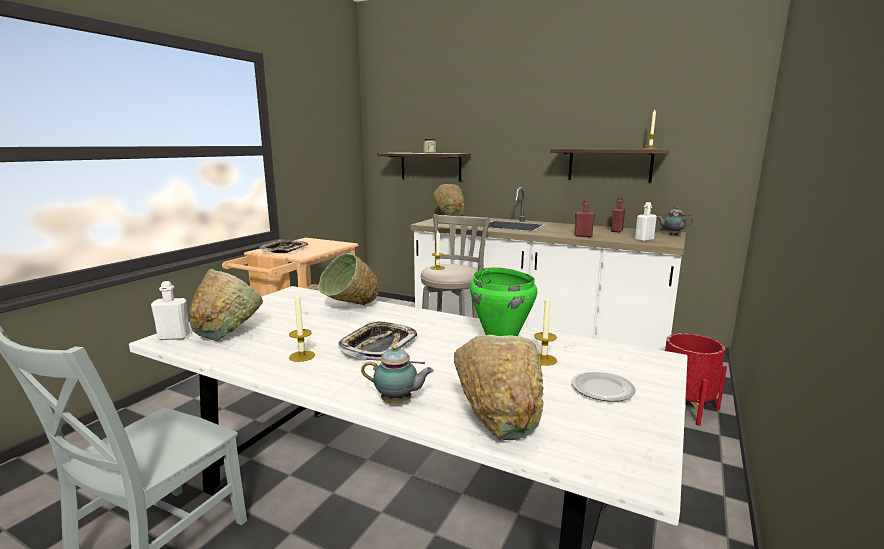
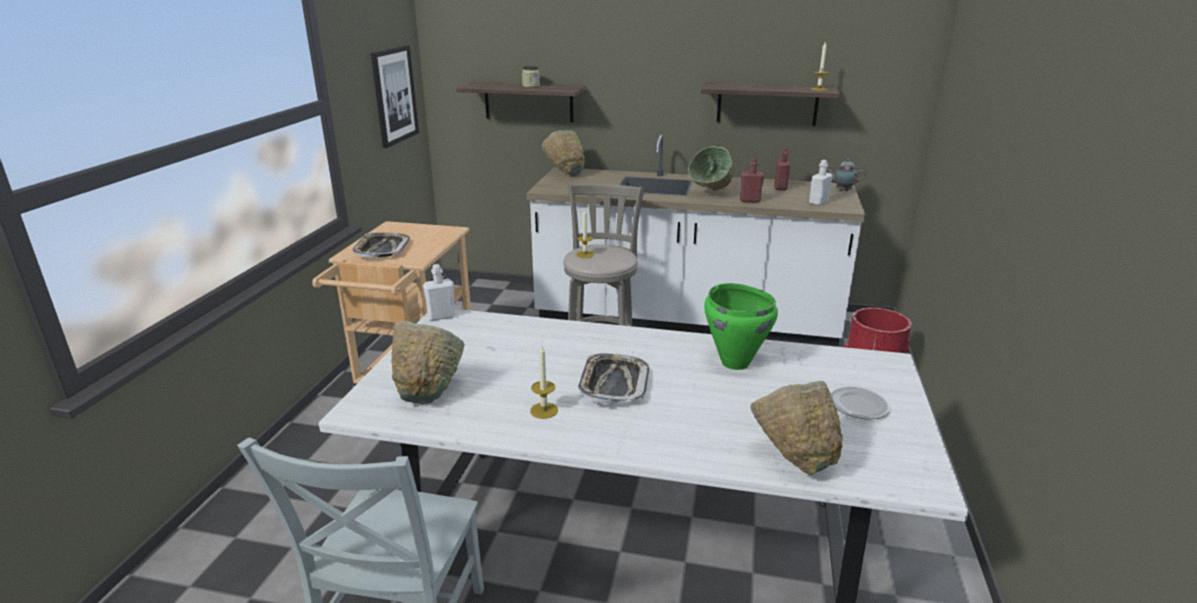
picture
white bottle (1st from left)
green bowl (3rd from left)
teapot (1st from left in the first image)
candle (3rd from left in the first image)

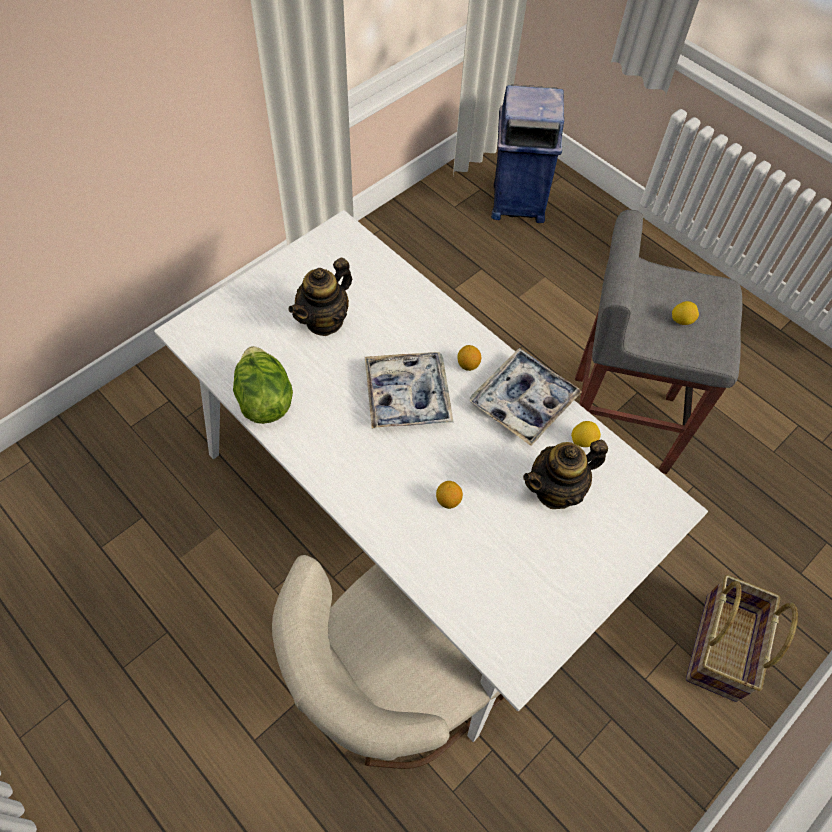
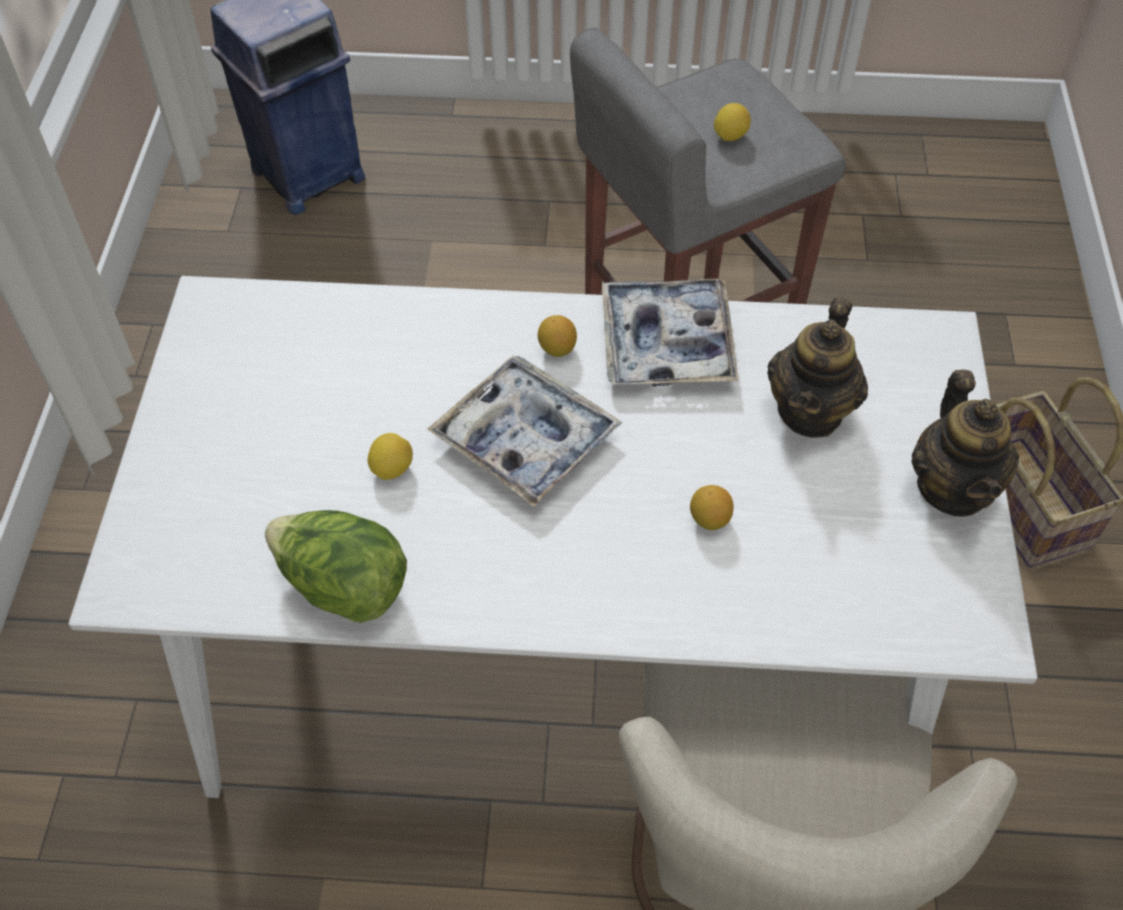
lemon (1st from left)
teapot (2nd from left)

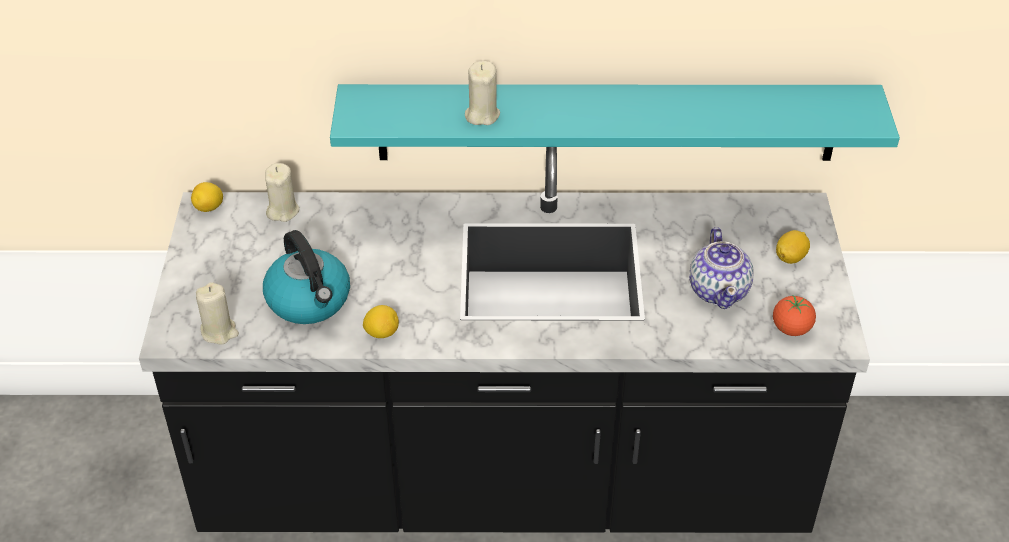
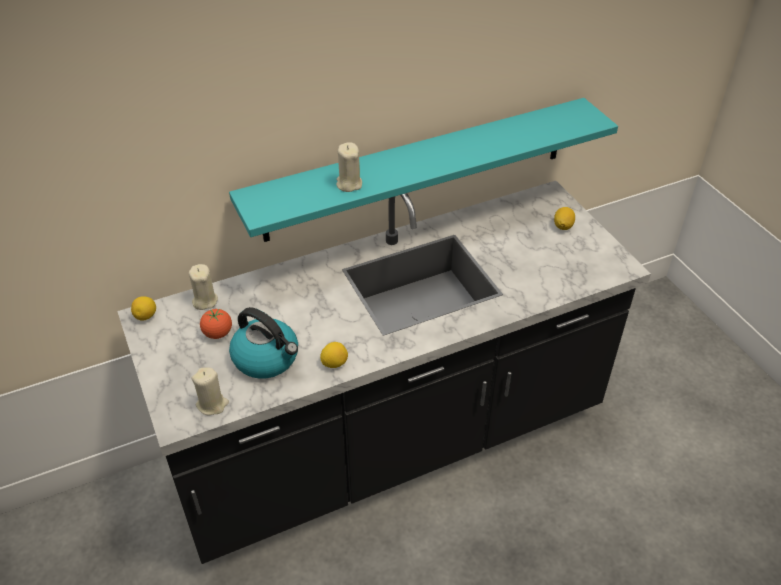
tomato
teapot

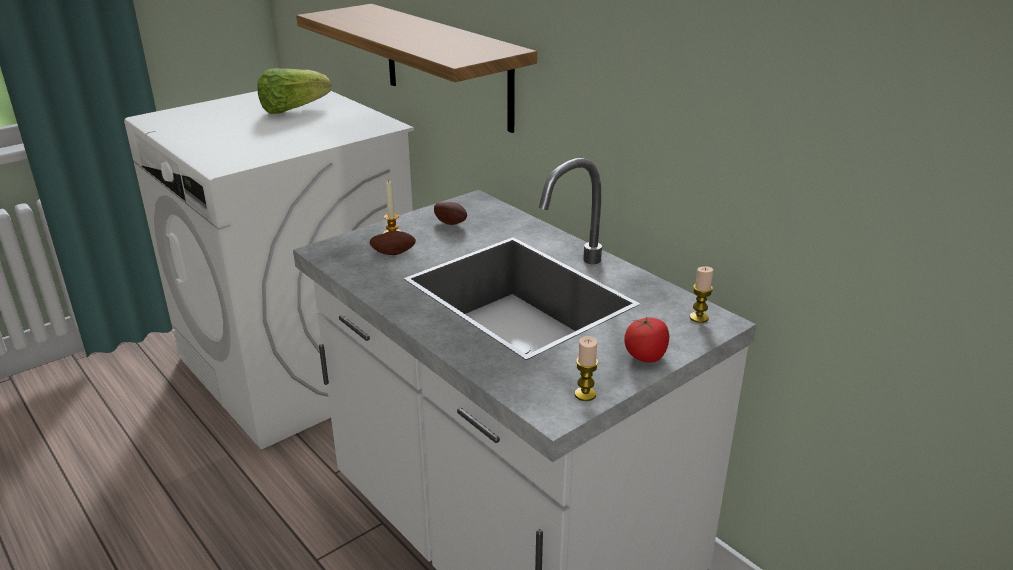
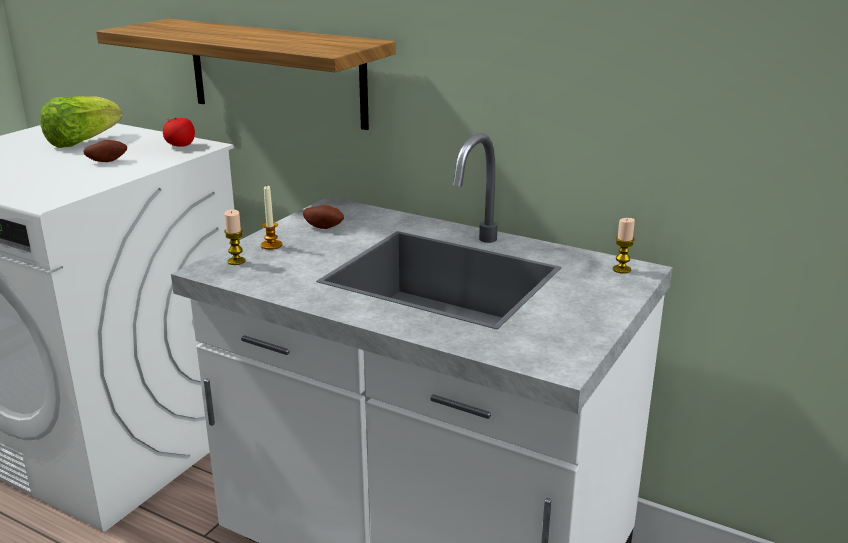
potato (1st from left)
tomato
candle (1st from left)

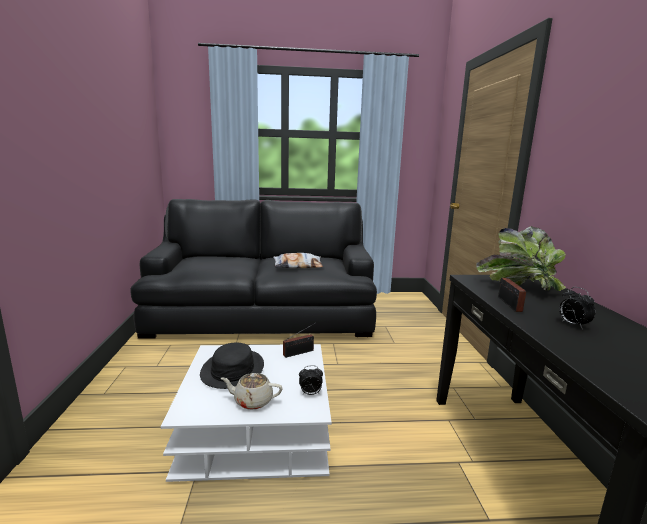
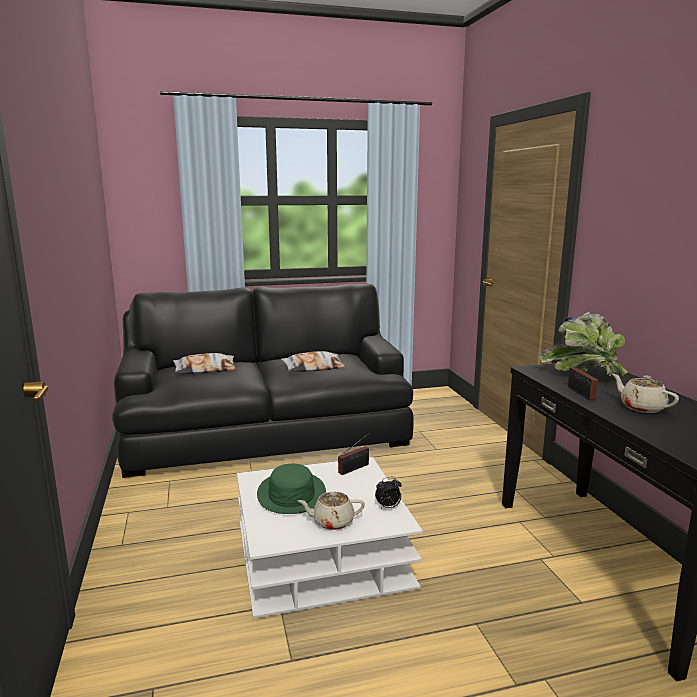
pillow (1st from left)
green hat
beige teapot (2nd from left)

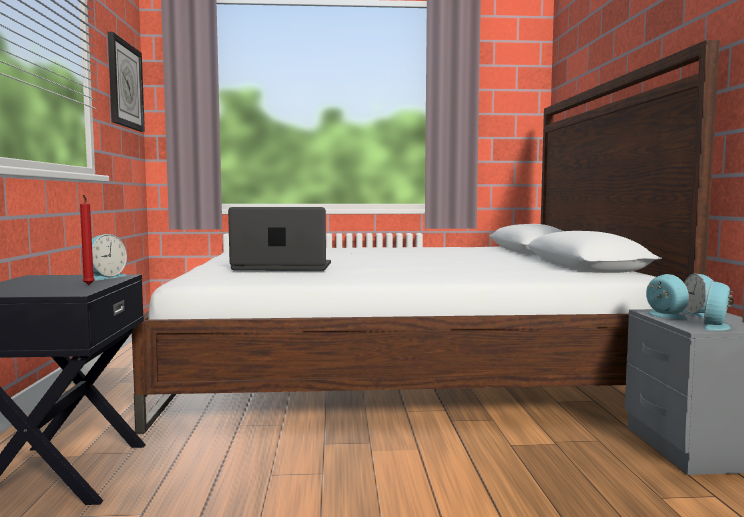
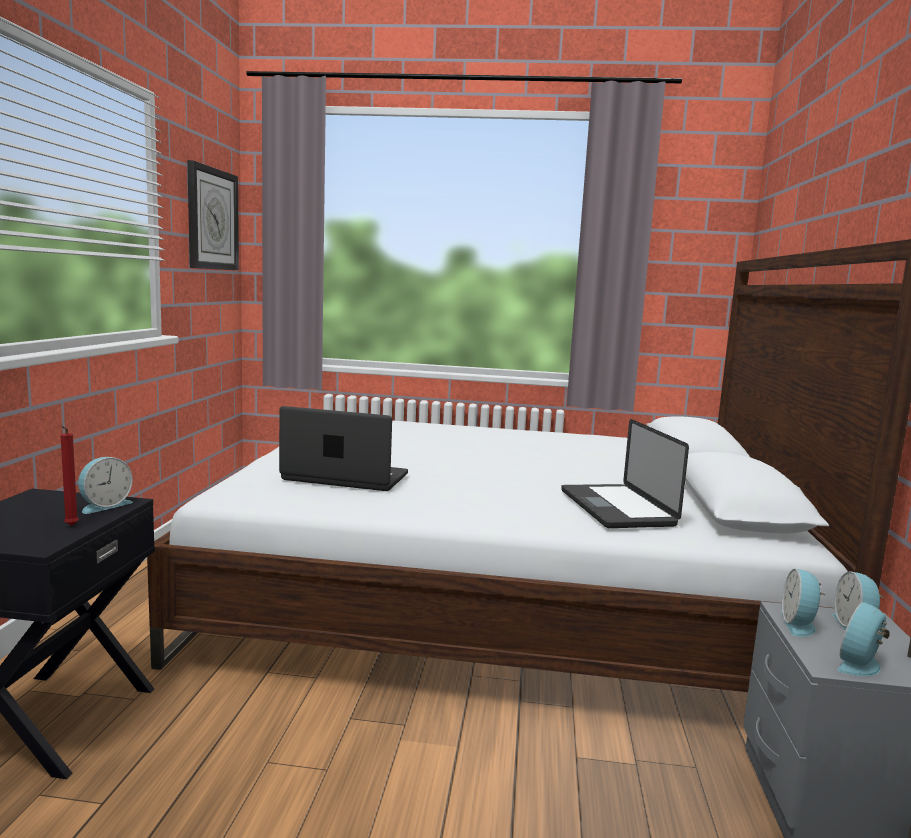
laptop (2nd from left)
alarm clock (2nd from left)

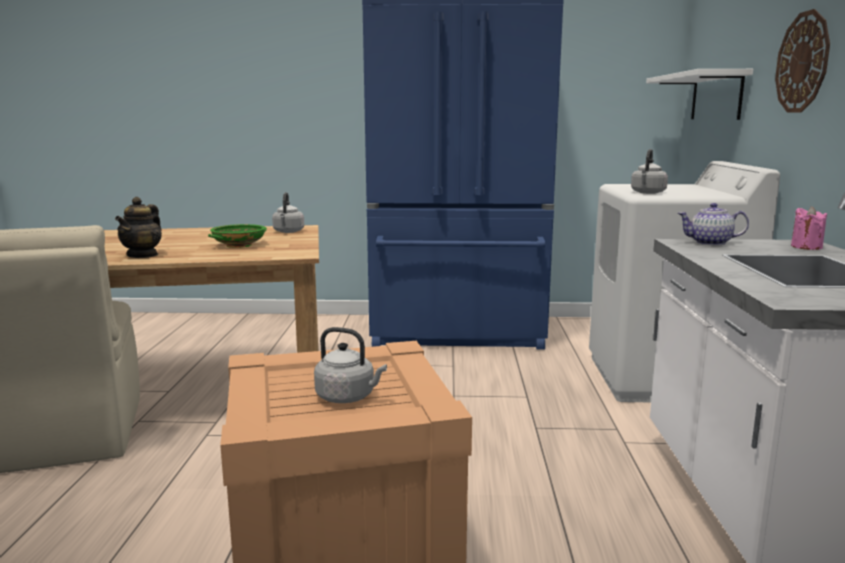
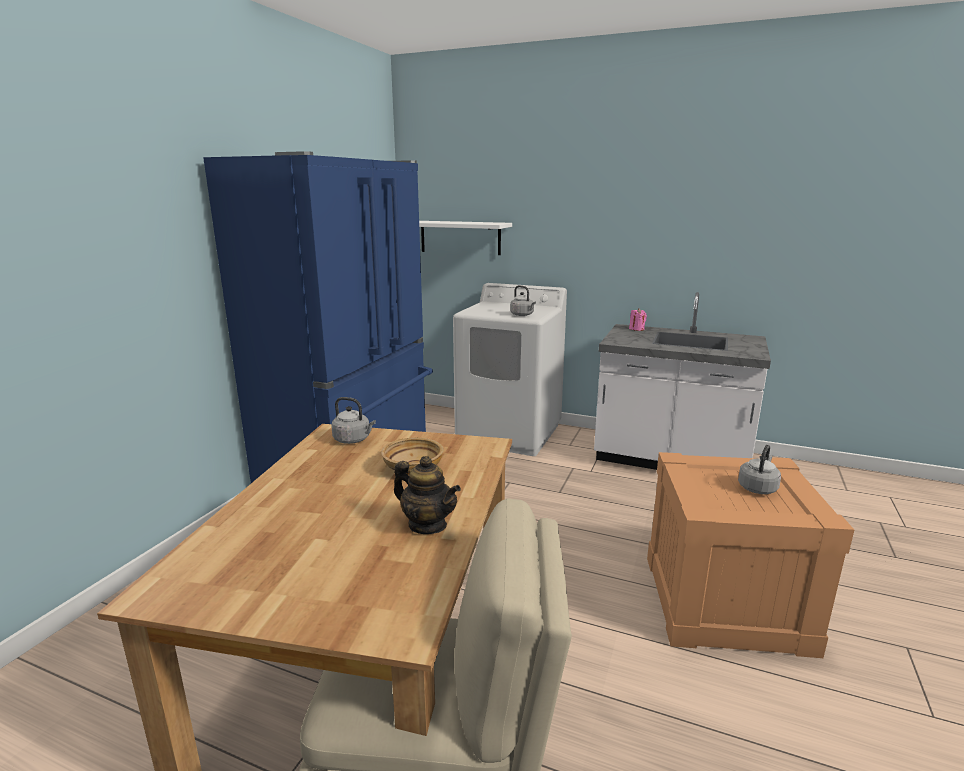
beige bowl
teapot (2nd from left in the first image)
wall clock

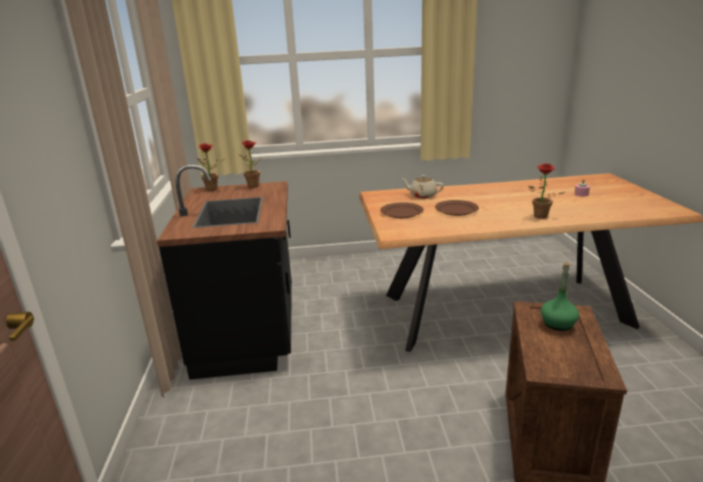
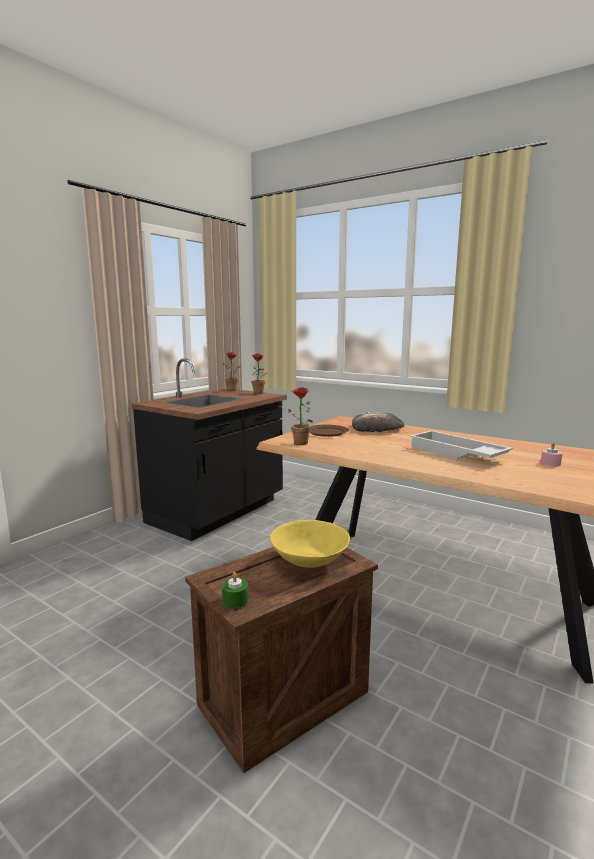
green candle
yellow bowl
potted plant (3rd from left)
bread
white tray
brown plate (2nd from left in the first image)

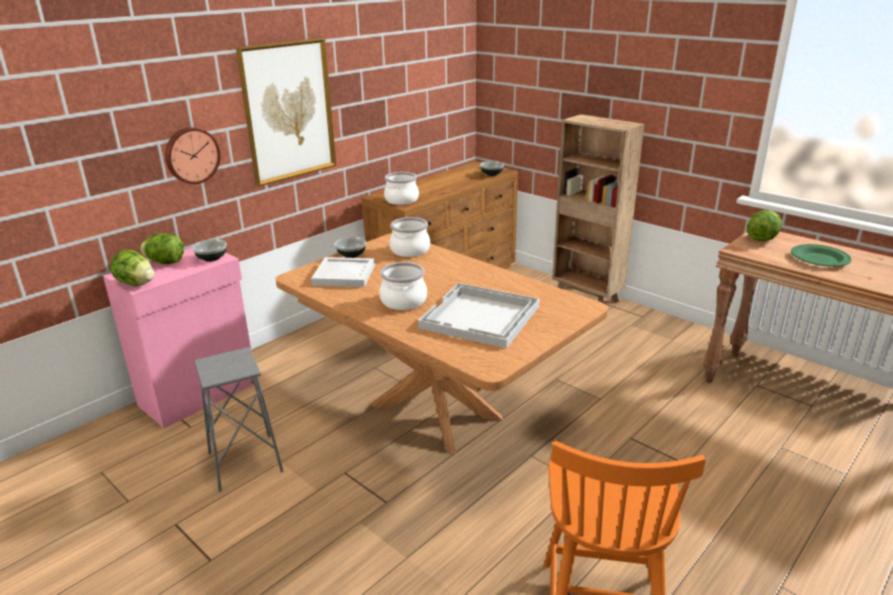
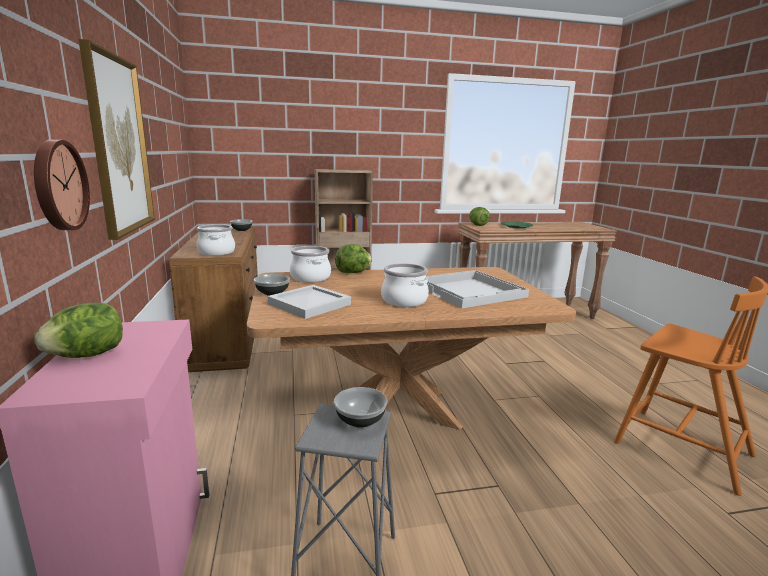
bowl (3rd from left)
lettuce (2nd from left)

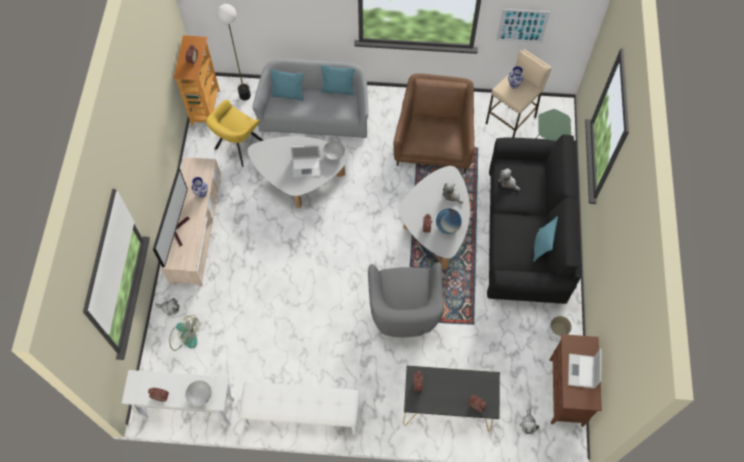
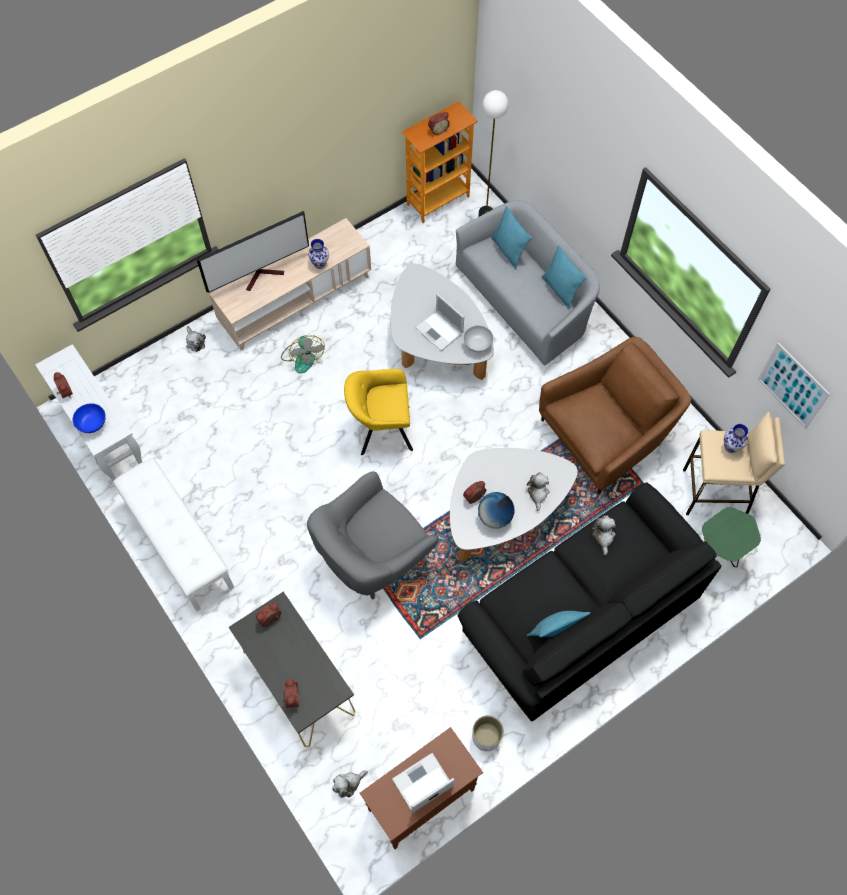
blue bowl
fan
yellow armchair

